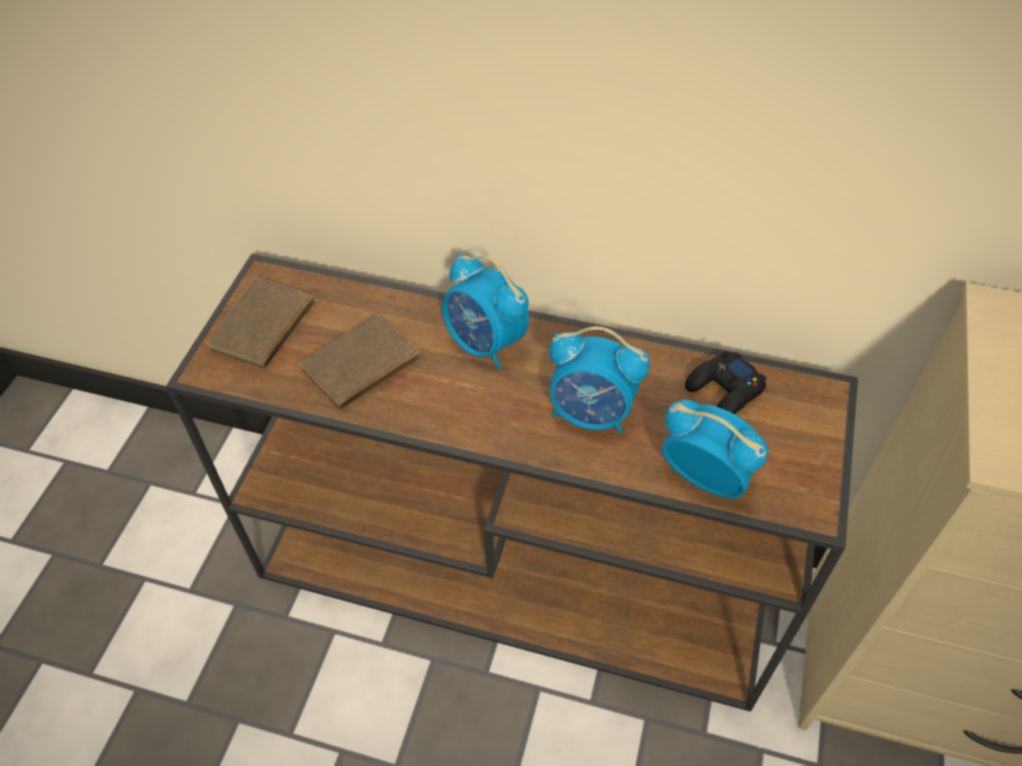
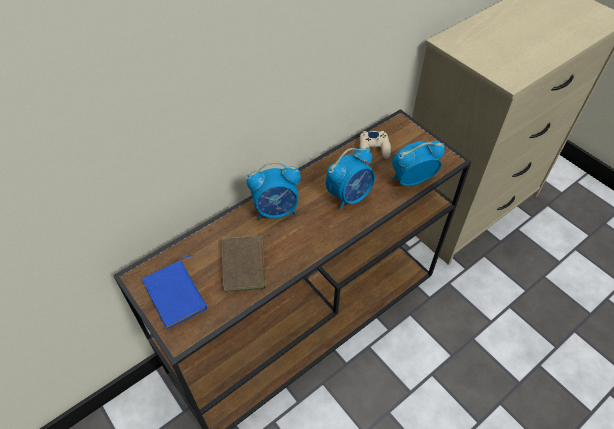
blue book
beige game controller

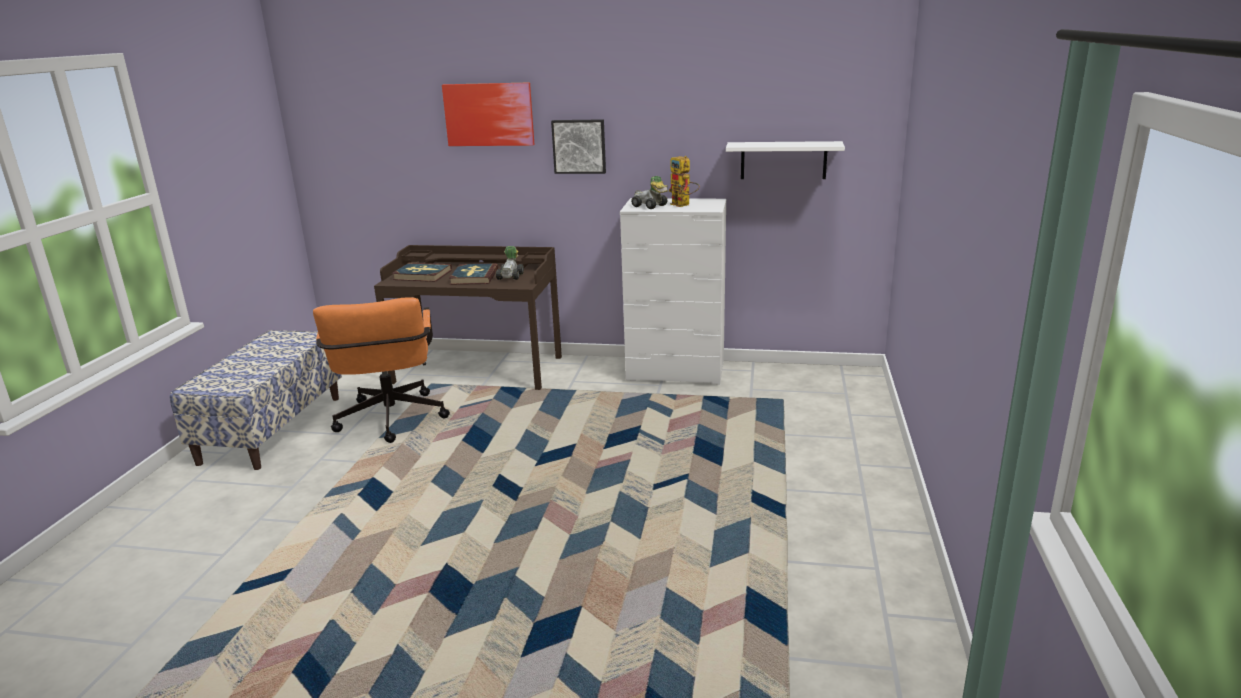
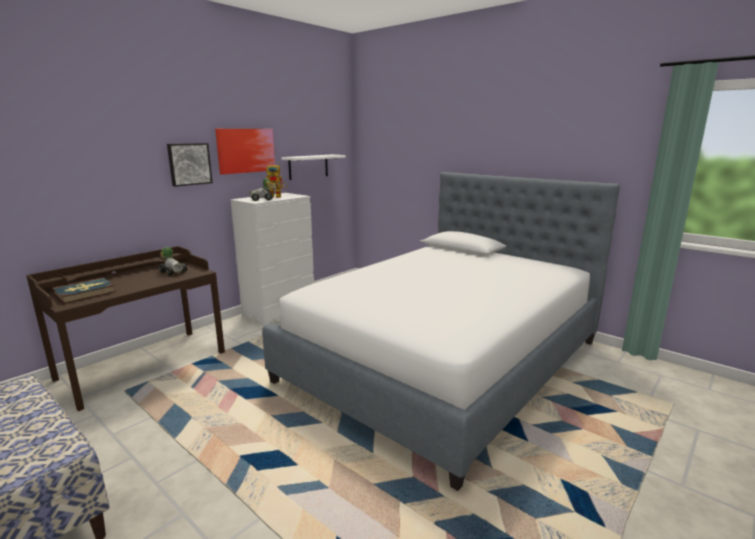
picture (2nd from left)
bed
orange office chair
book (2nd from left in the first image)

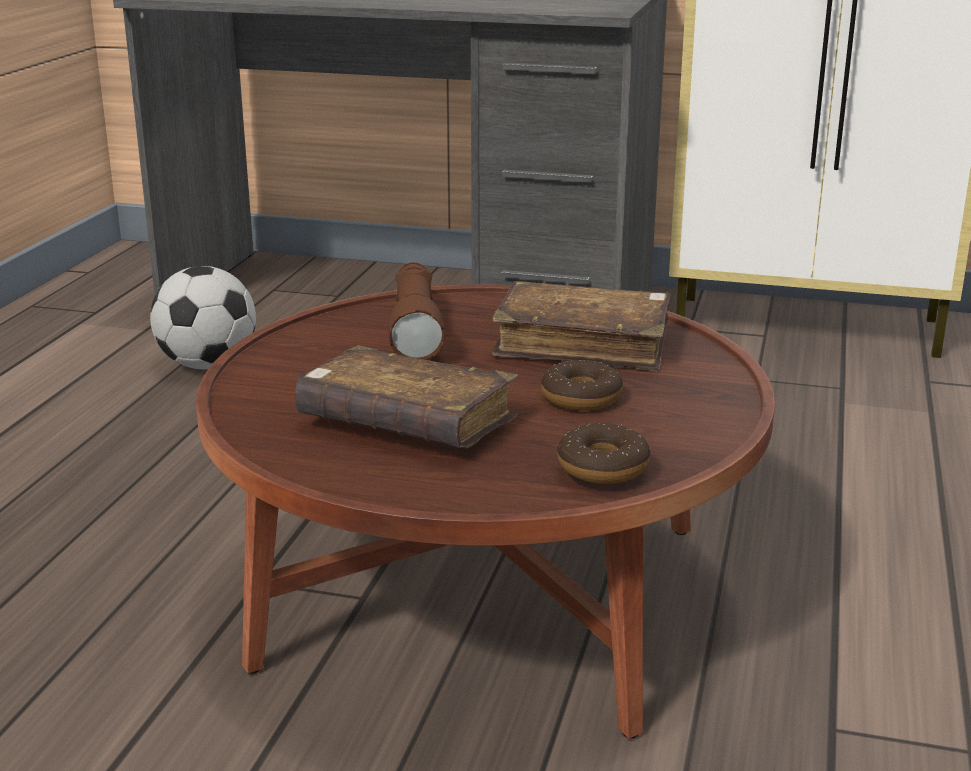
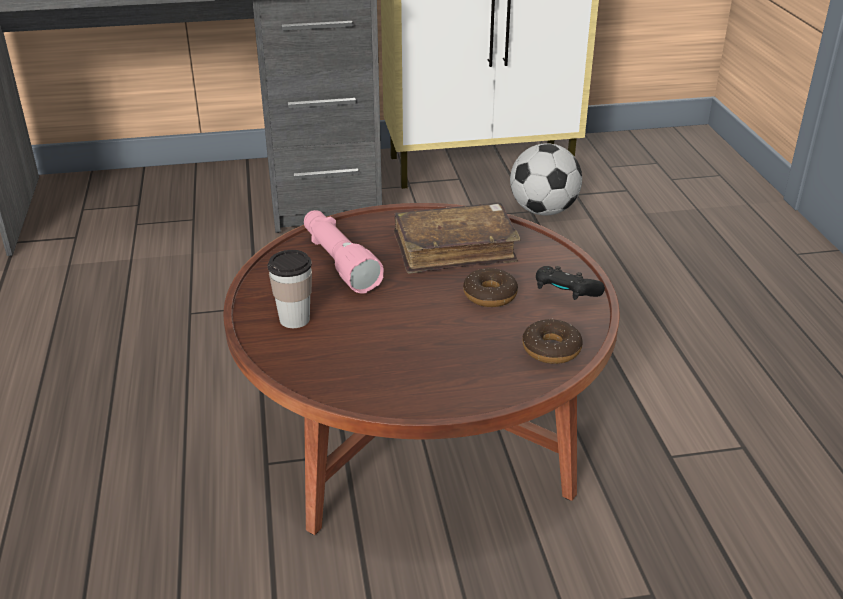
cup
pink flashlight
football
black game controller
brown book (1st from left in the first image)

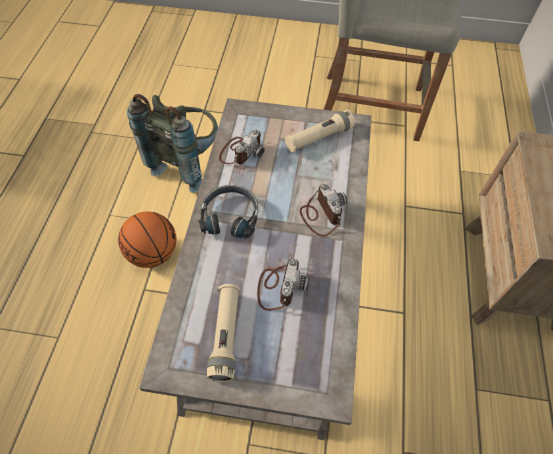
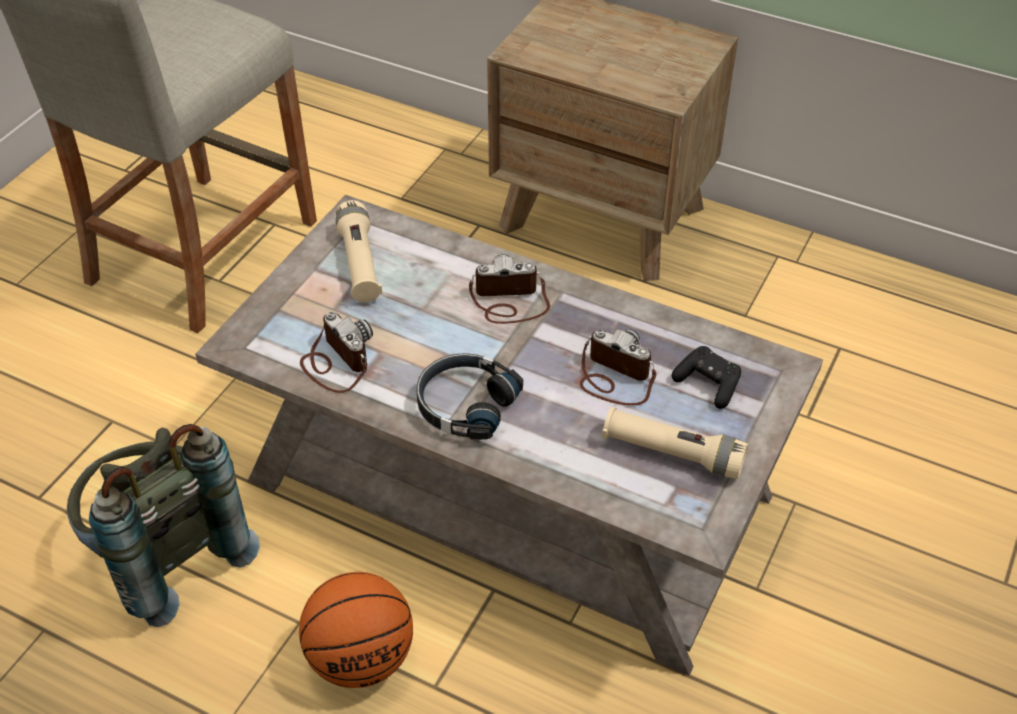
black game controller

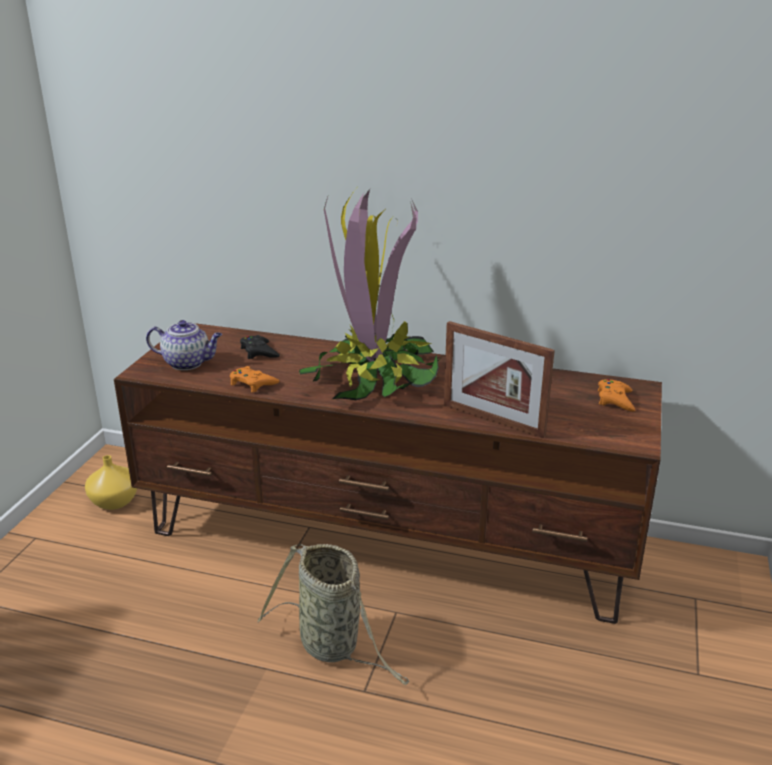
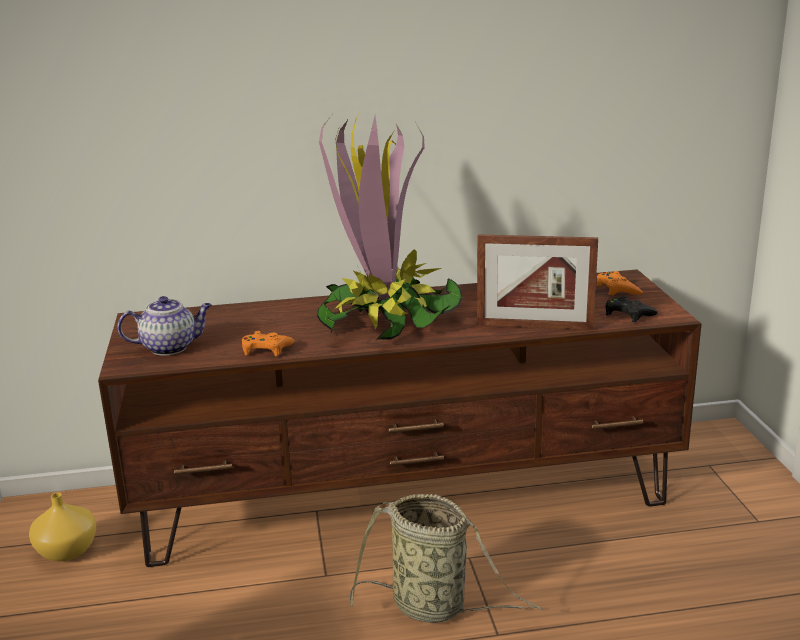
black game controller

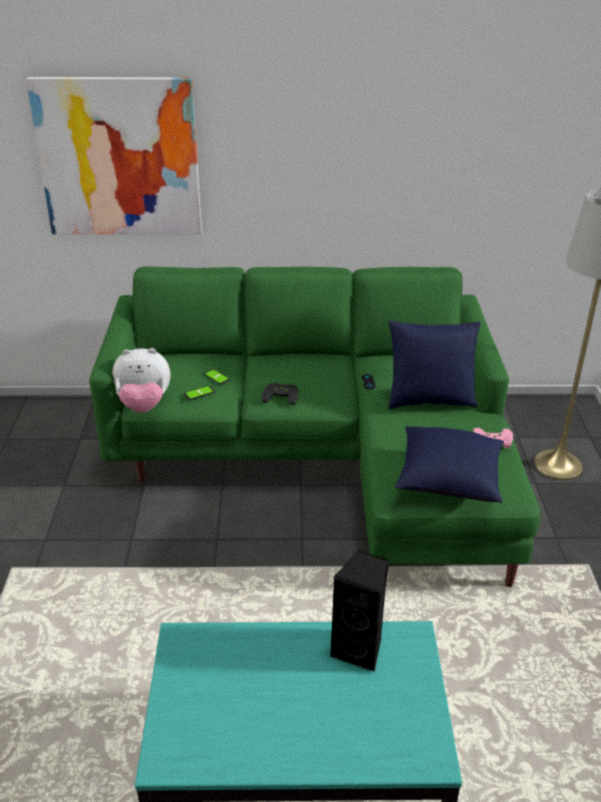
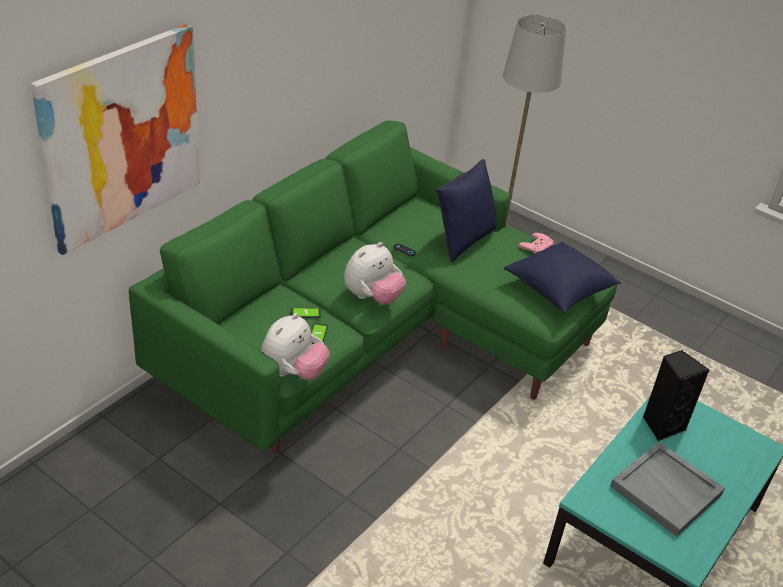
plush toy (2nd from left)
grey tray

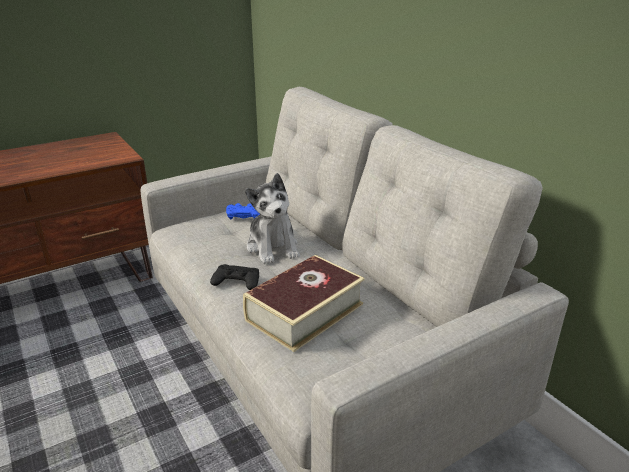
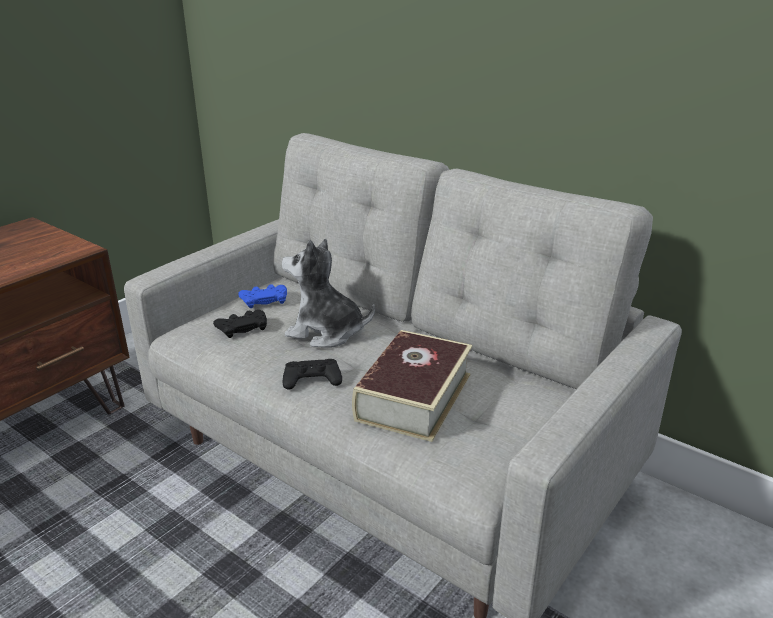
black game controller (1st from left)
plush toy

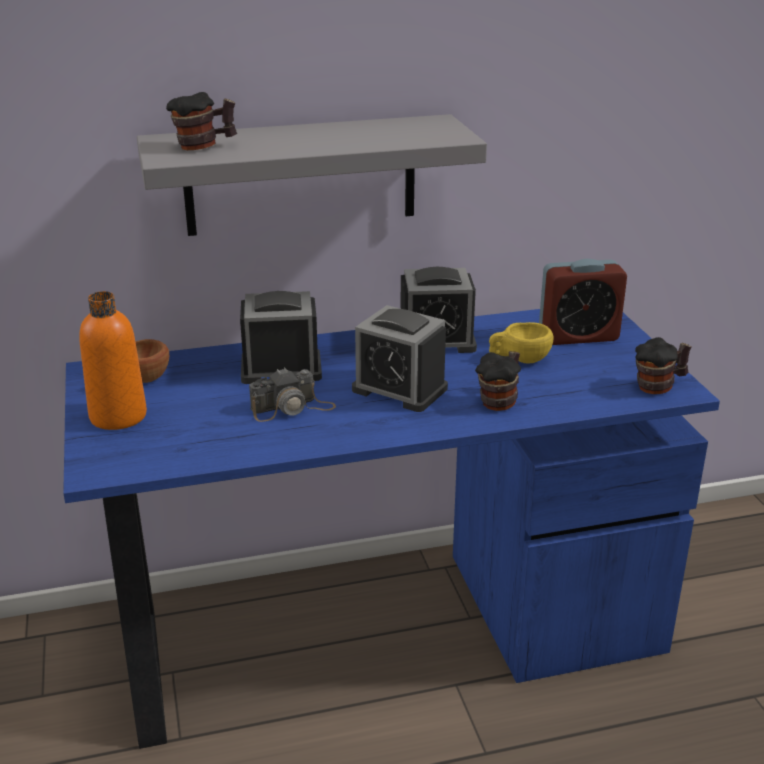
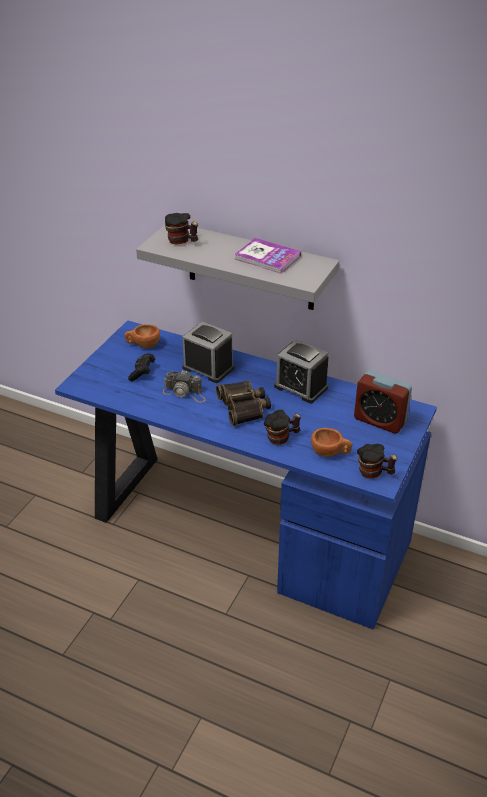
black game controller
binoculars
book
brown cup (2nd from left)
orange bottle
yellow cup

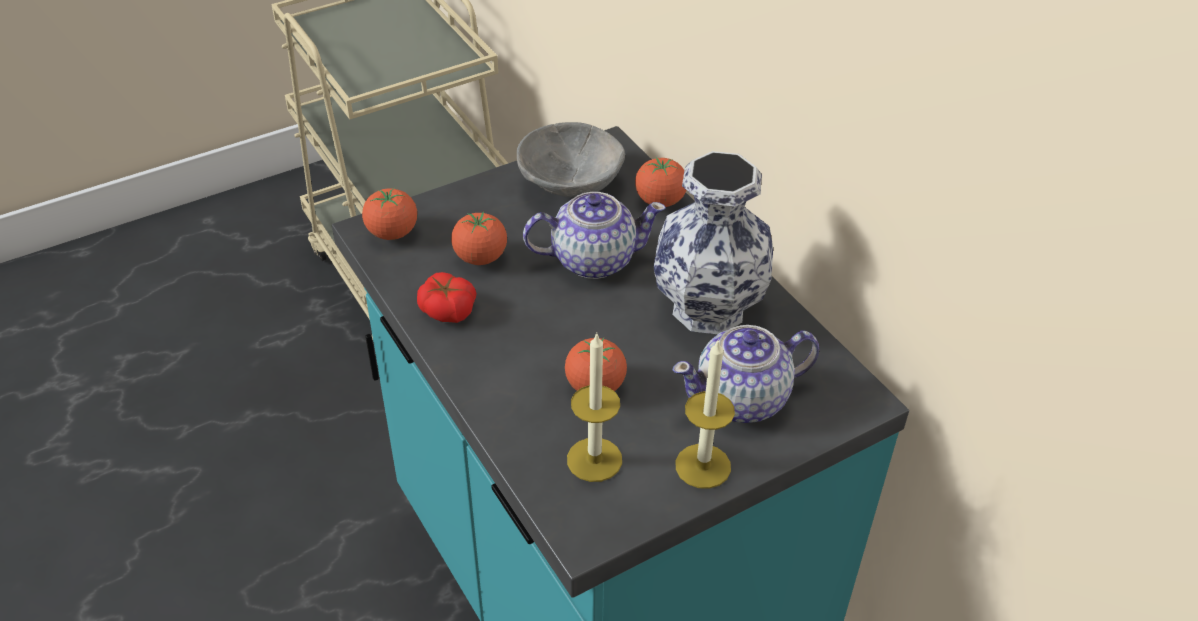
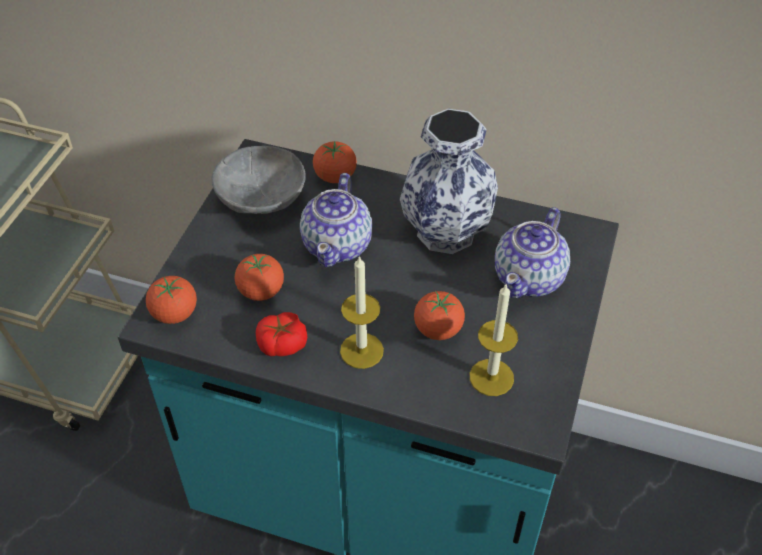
teapot (1st from left)
candle (1st from left)

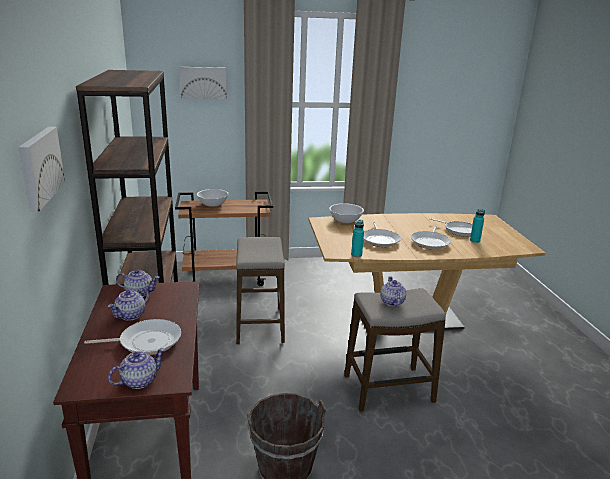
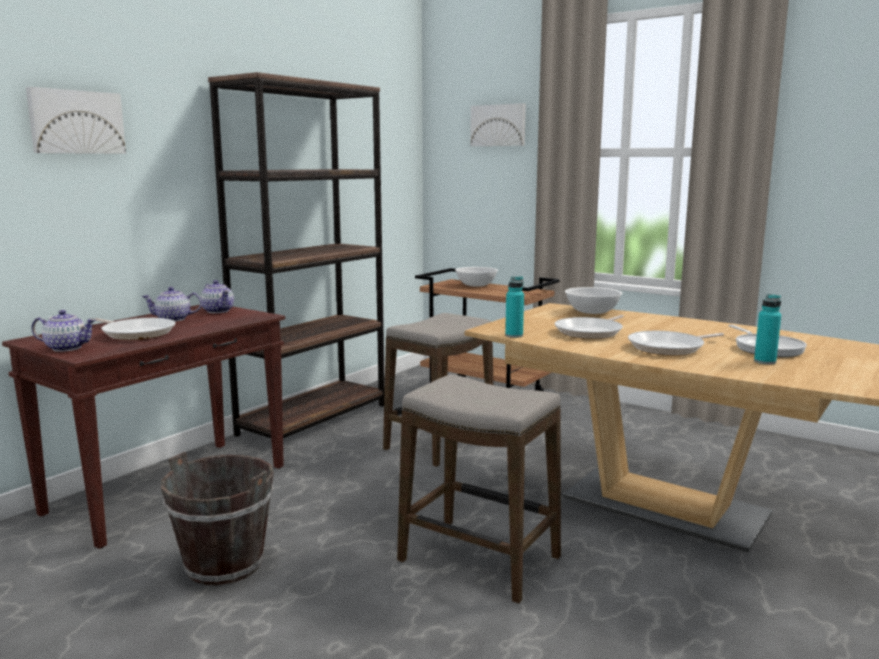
teapot (4th from left in the first image)

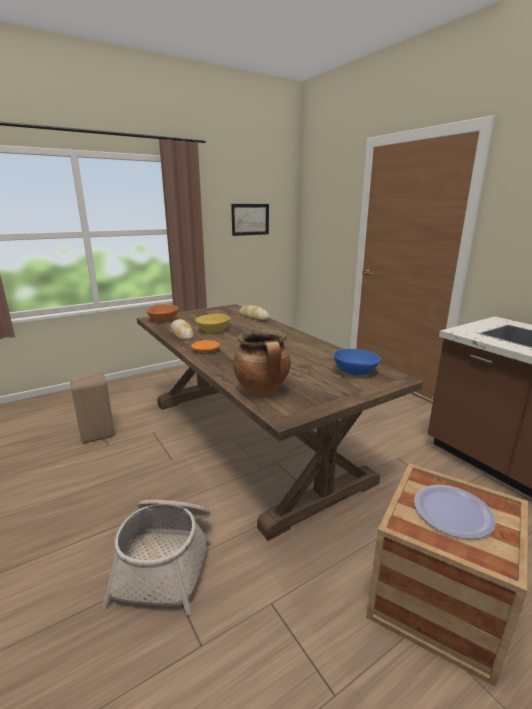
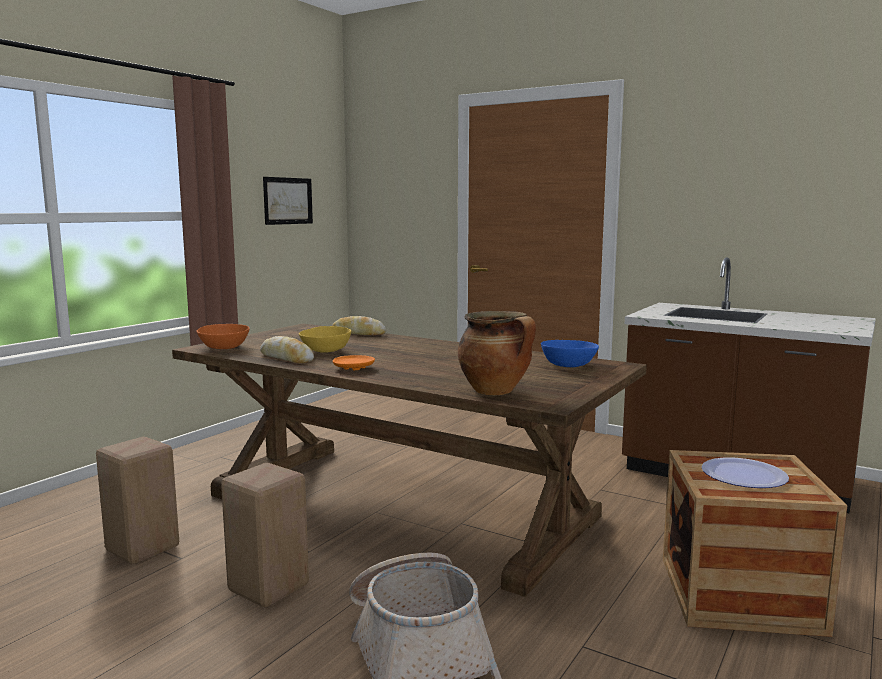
beige stool (2nd from left)

